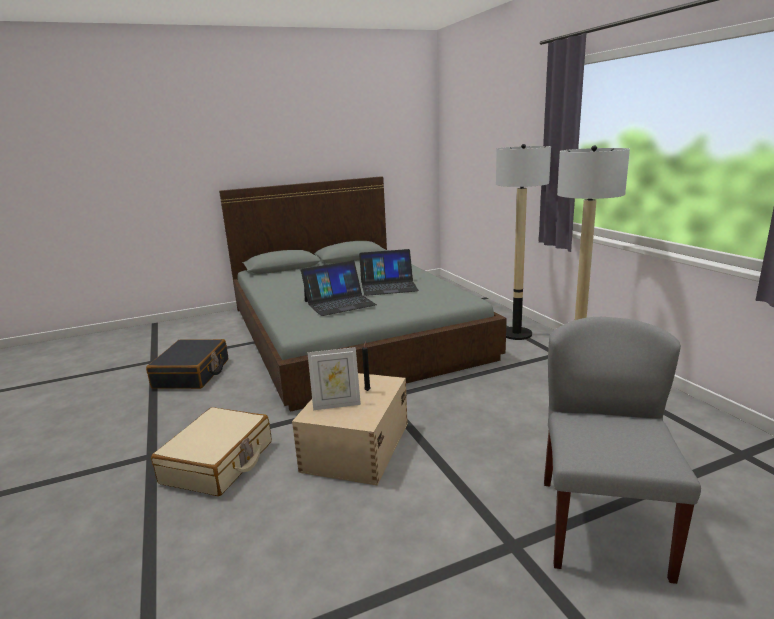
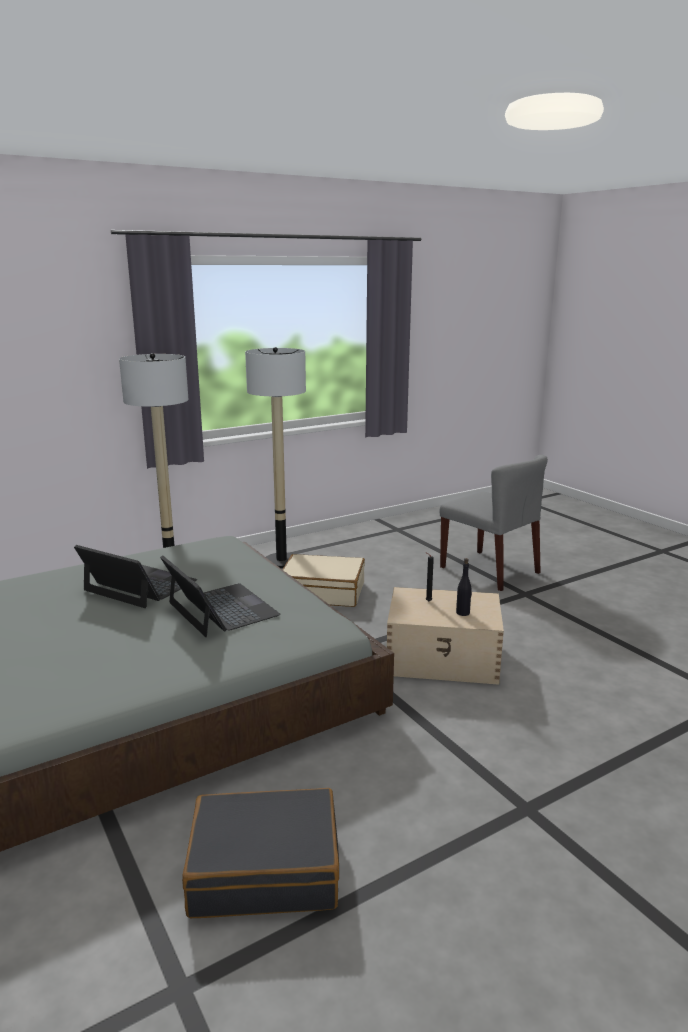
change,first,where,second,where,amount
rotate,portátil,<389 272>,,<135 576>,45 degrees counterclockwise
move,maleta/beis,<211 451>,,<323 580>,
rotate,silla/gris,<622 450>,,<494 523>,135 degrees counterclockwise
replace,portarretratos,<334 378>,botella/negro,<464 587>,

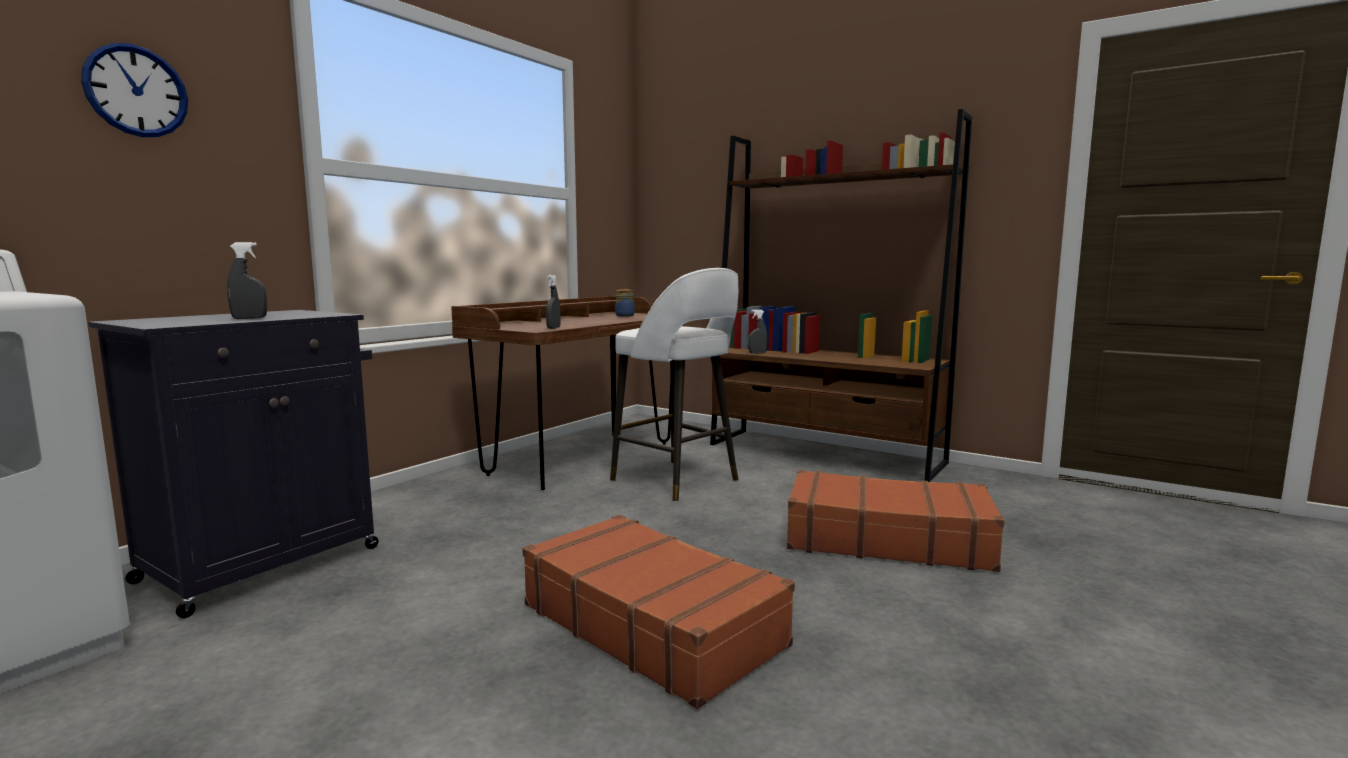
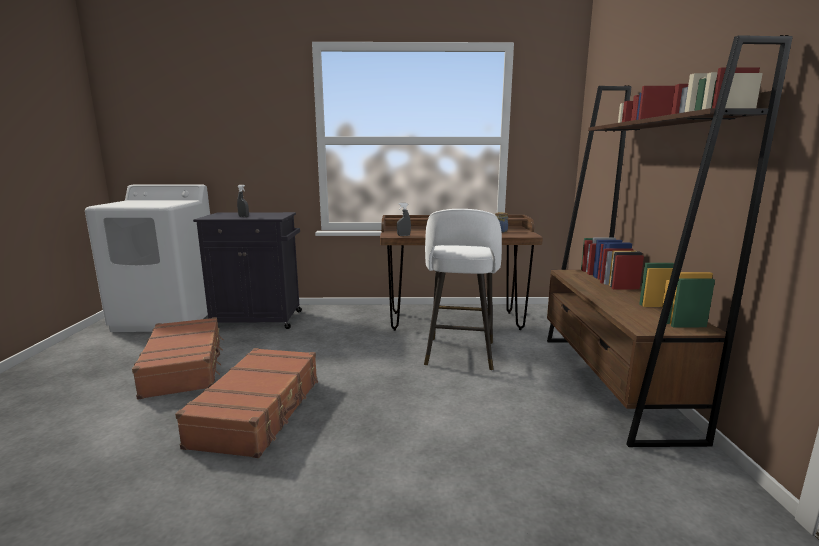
change,first,where,second,where,amount
move,maleta/marrón,<896 521>,,<178 358>,
delete,reloj de pared,<134 90>,,,
delete,pulverizador/gris,<758 331>,,,

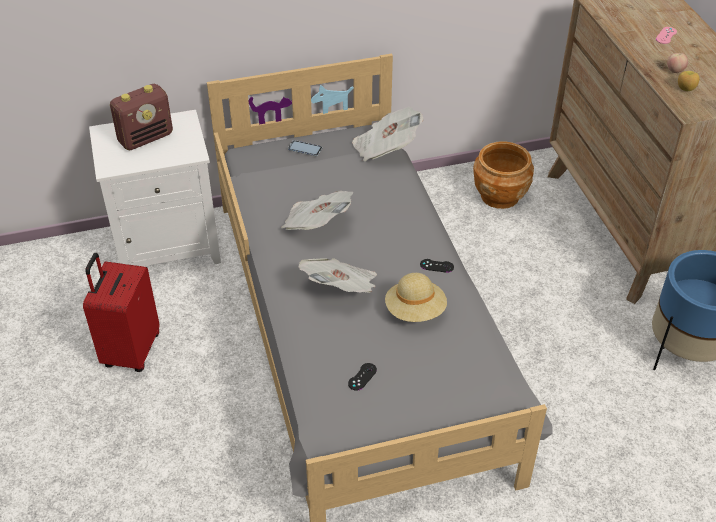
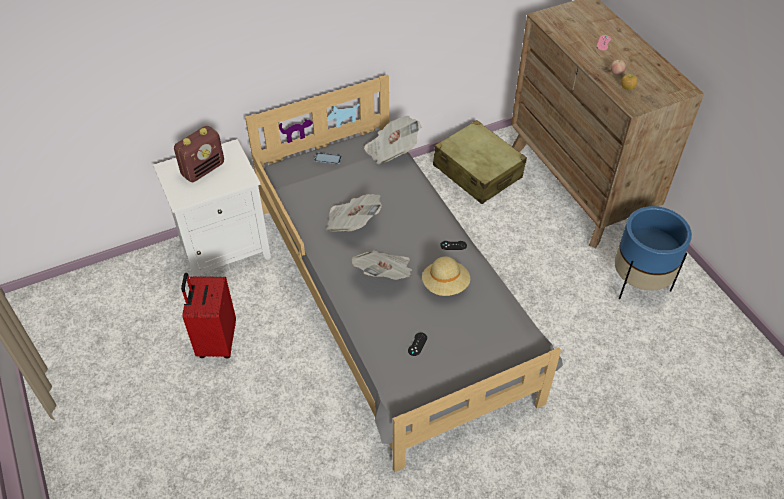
change,first,where,second,where,amount
replace,maceta/marrón,<503 175>,maleta/beis,<480 162>,

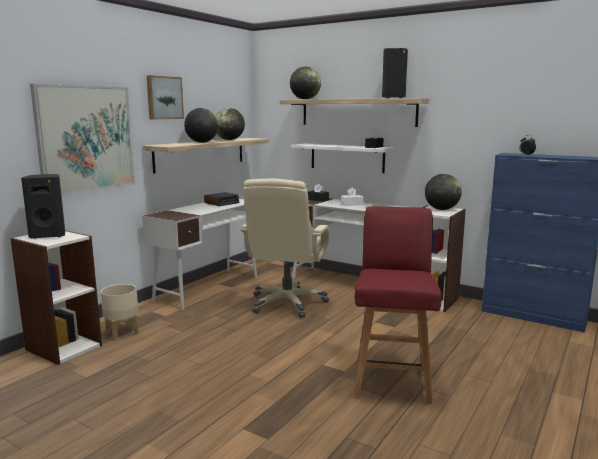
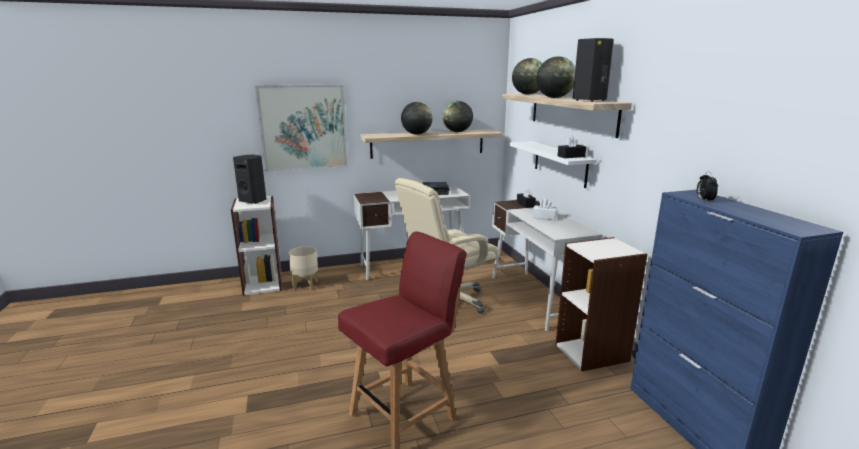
change,first,where,second,where,amount
move,globo terráqueo,<443 192>,,<555 77>,
delete,cuadro,<165 97>,,,

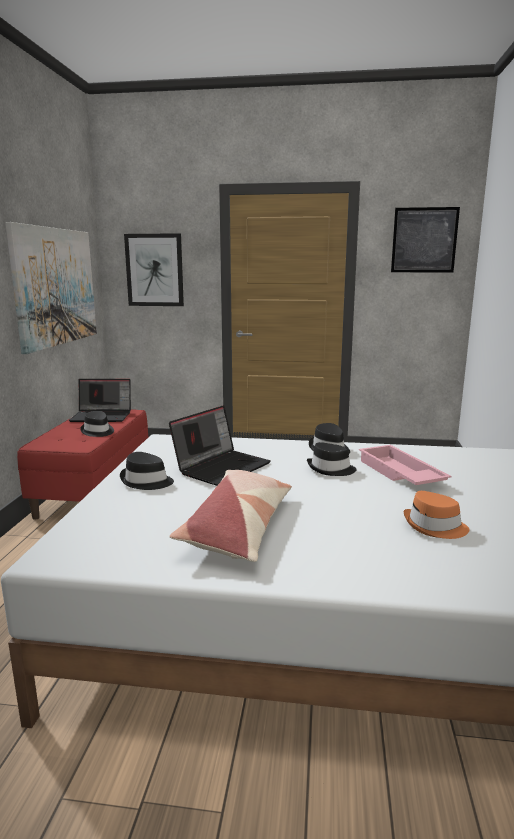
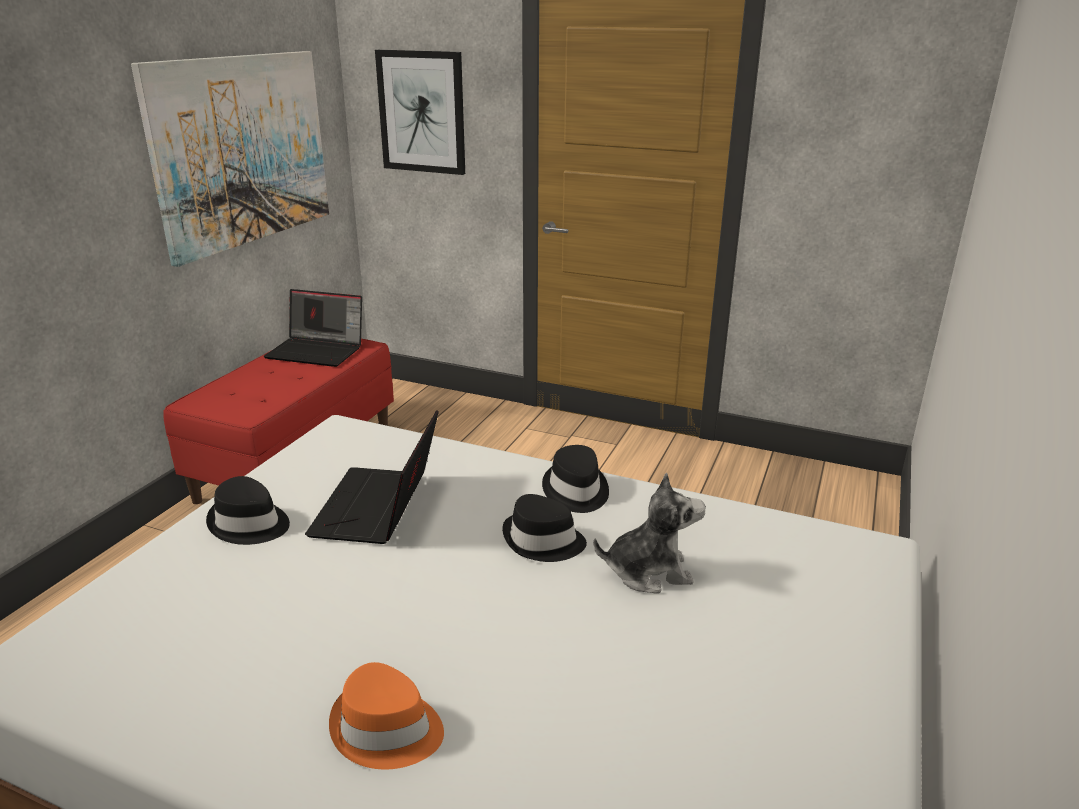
change,first,where,second,where,amount
rotate,portátil,<219 445>,,<372 477>,135 degrees clockwise
move,sombrero/naranja,<436 515>,,<386 715>,
replace,bandeja/rosa,<405 465>,peluche,<650 533>,
delete,sombrero/negro,<97 424>,,,
delete,cojín,<231 516>,,,
delete,cuadro,<425 239>,,,

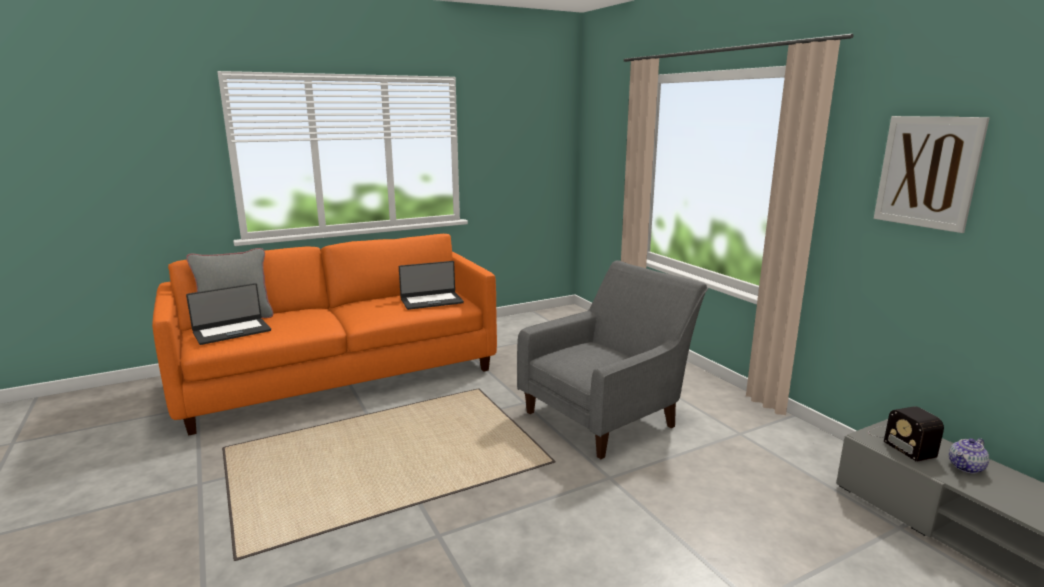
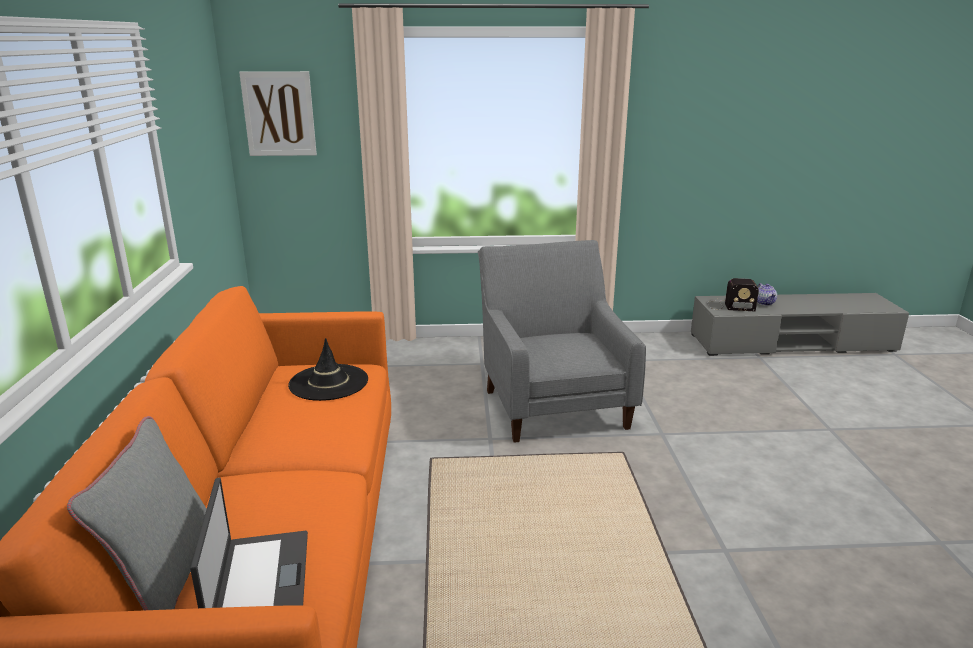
change,first,where,second,where,amount
move,cuadro,<932 174>,,<278 113>,
replace,portátil,<431 285>,sombrero/negro,<328 369>,

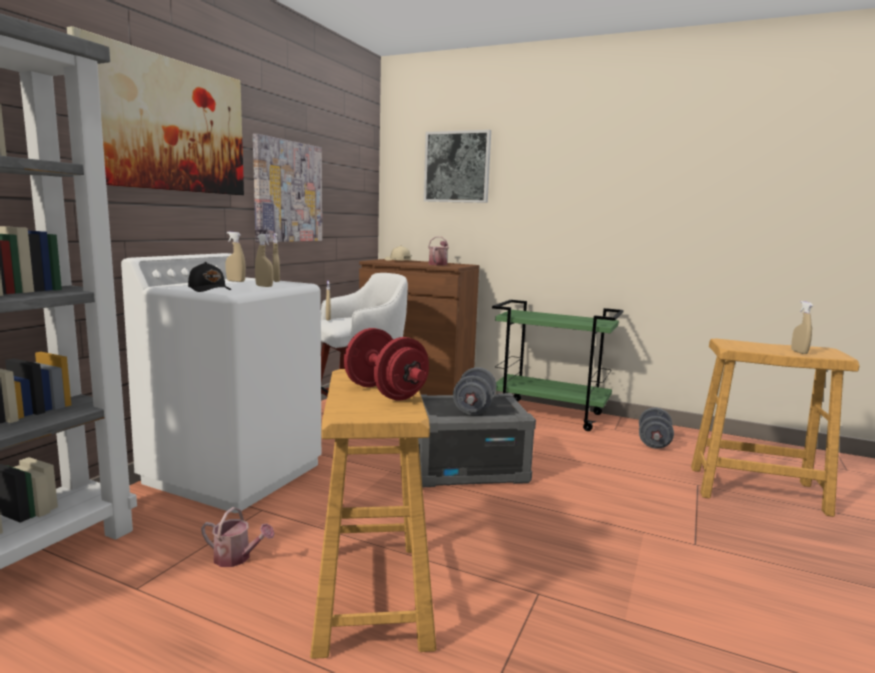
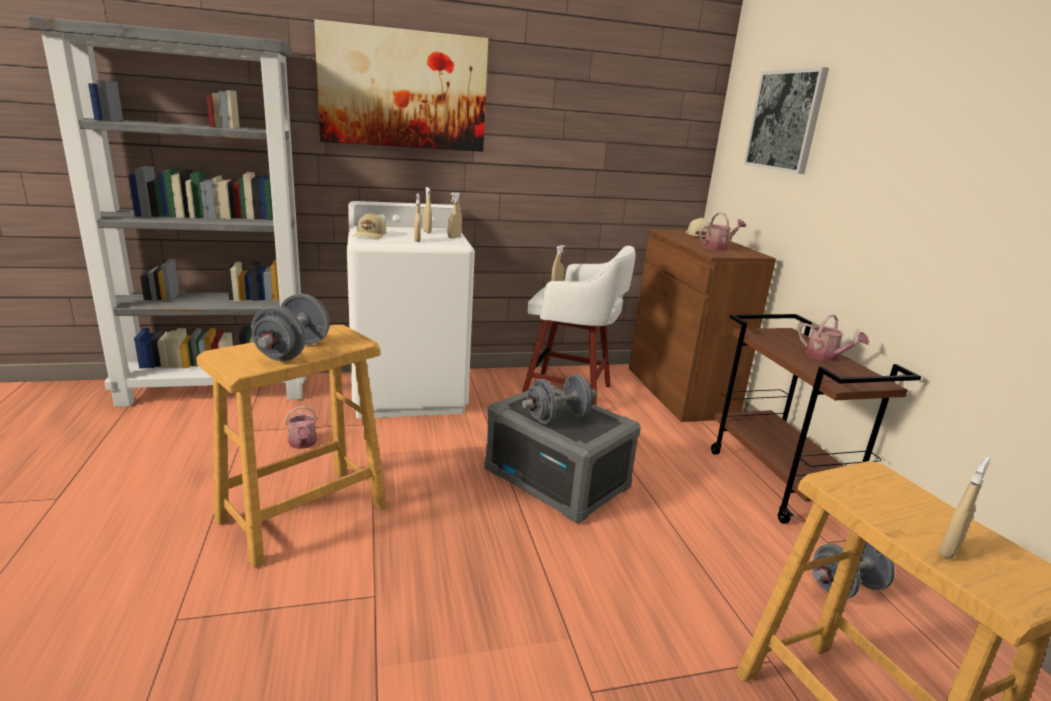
change,first,where,second,where,amount
recolor,mancuerna/rojo,<386 364>,mancuerna/gris,<290 327>,
recolor,gorra/negro,<209 277>,gorra/beis,<369 225>,
recolor,carrito/verde,<557 365>,carrito/marrón,<816 419>,
insert,,,regadera,<833 337>,
delete,cuadro,<287 188>,,,

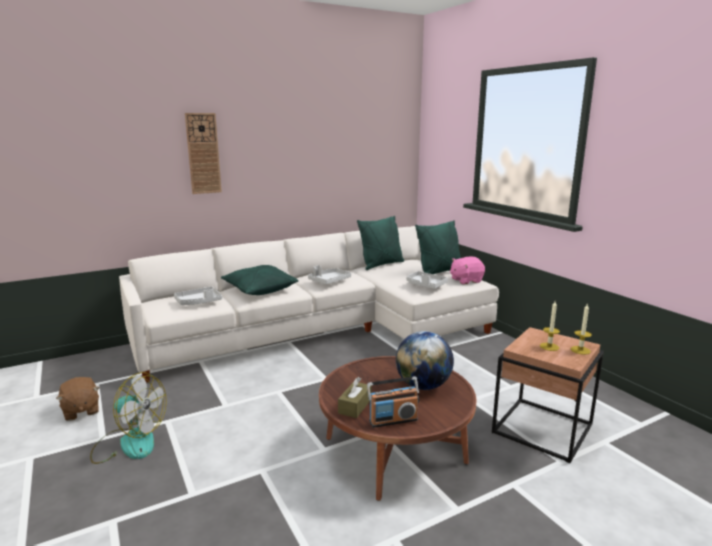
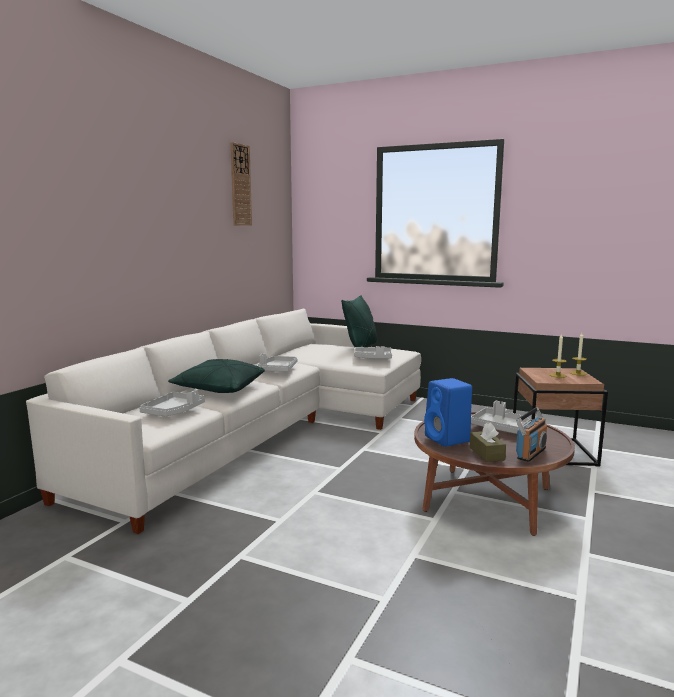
change,first,where,second,where,amount
move,reloj de pared,<203 153>,,<241 184>,
insert,,,altavoz/azul,<448 412>,
replace,globo terráqueo,<425 360>,bandeja/gris,<501 417>,
delete,peluche/marrón,<77 399>,,,
delete,ventilador,<128 418>,,,
delete,cojín/verde,<380 243>,,,
delete,peluche/rosa,<467 271>,,,

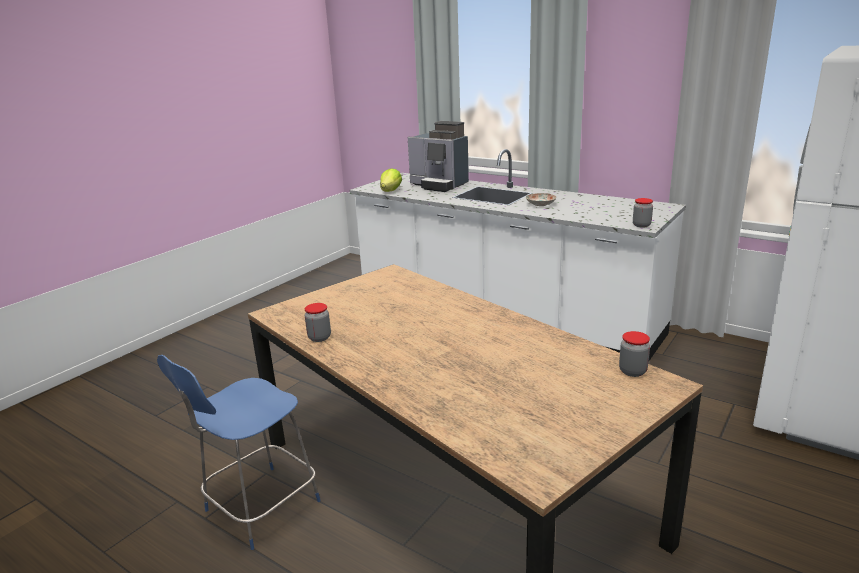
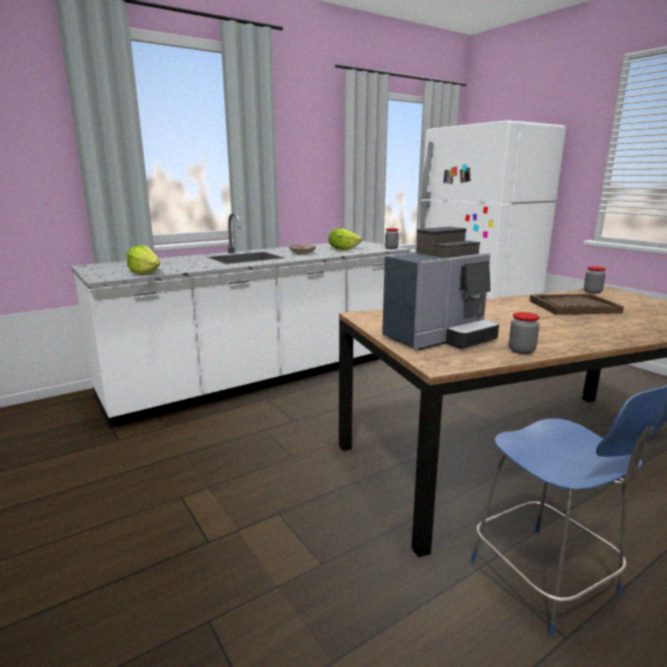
change,first,where,second,where,amount
insert,,,lechuga,<345 239>,
move,cafetera,<438 156>,,<440 288>,
insert,,,bandeja/marrón,<577 304>,

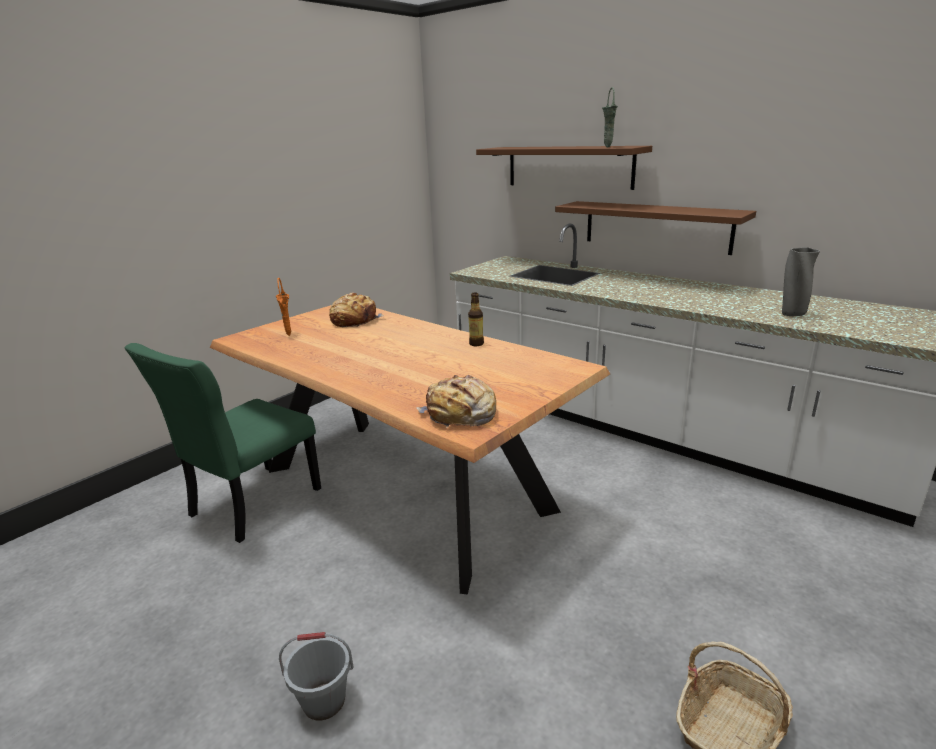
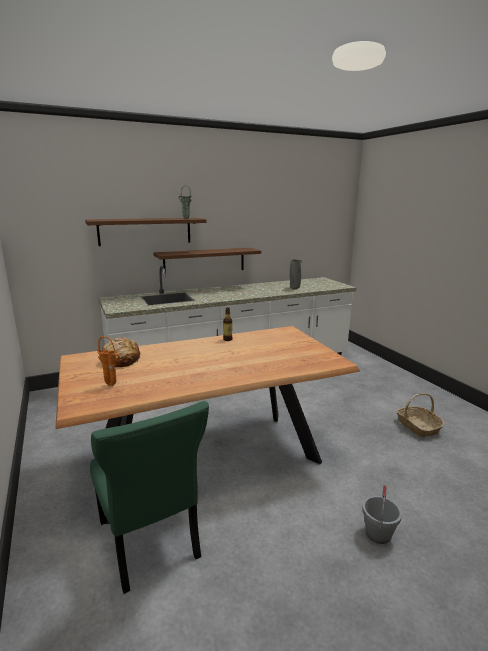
change,first,where,second,where,amount
delete,pan,<456 401>,,,

